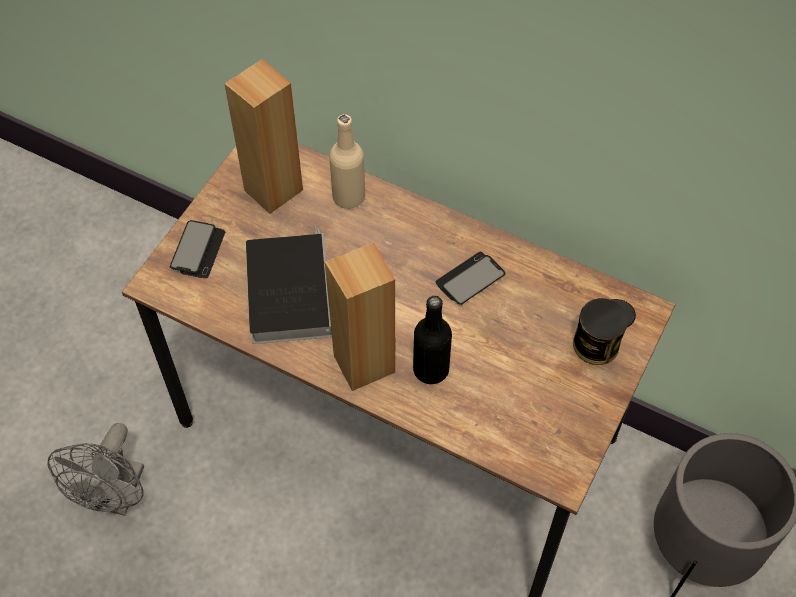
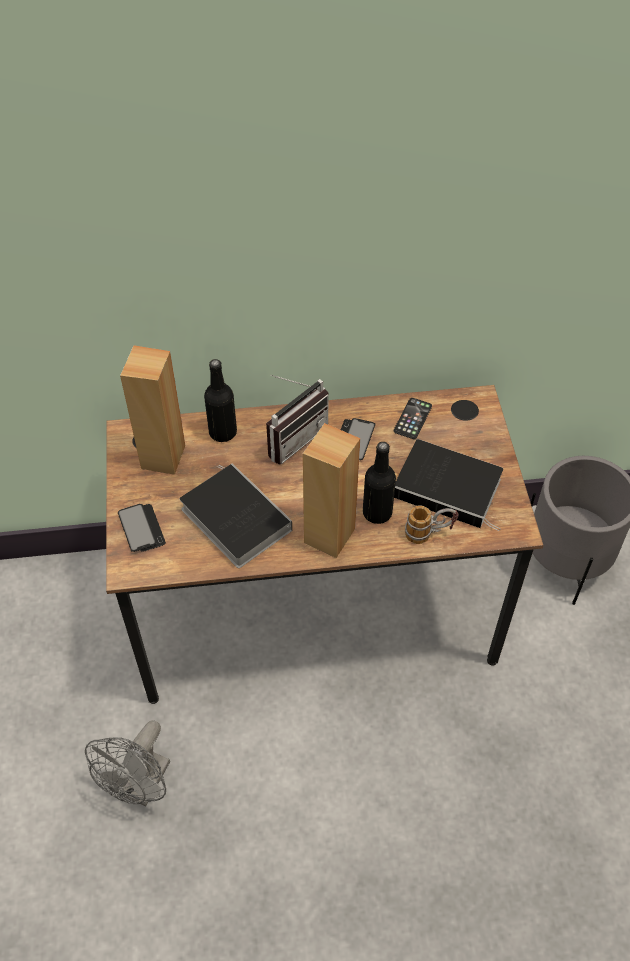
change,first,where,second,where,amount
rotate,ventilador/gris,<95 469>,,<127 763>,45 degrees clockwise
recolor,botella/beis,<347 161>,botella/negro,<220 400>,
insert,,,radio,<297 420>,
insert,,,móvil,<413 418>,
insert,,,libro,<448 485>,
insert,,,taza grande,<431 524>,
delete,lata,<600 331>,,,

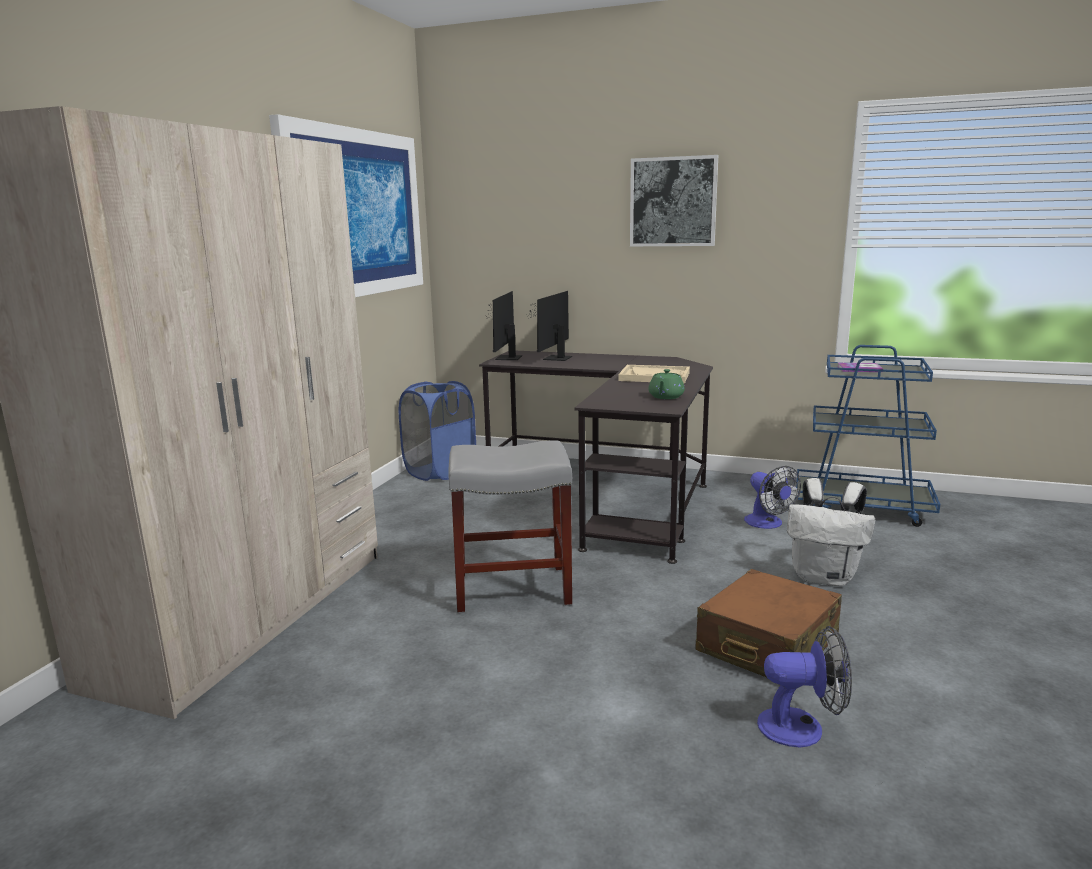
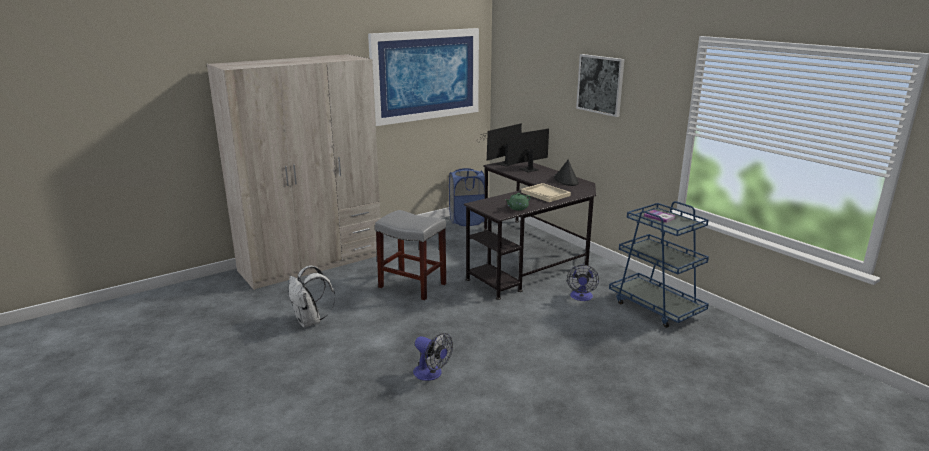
change,first,where,second,where,amount
move,mochila/blanco,<831 532>,,<312 296>,
insert,,,sombrero/negro,<566 173>,
delete,maleta/marrón,<769 623>,,,

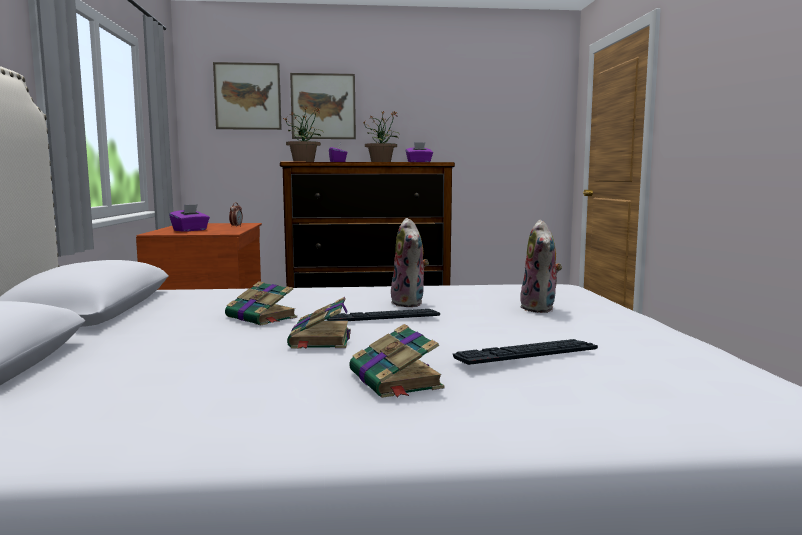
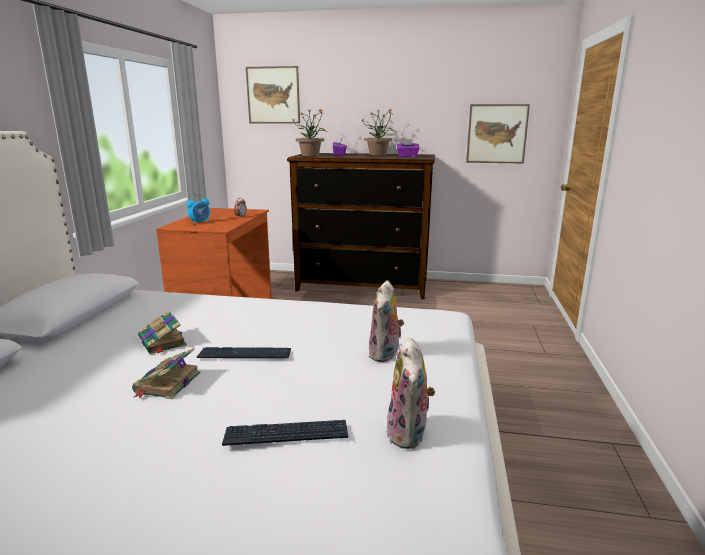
change,first,where,second,where,amount
replace,caja de pañuelos/morado,<189 218>,despertador,<198 210>,
move,peluche,<410 262>,,<410 393>,
move,cuadro,<323 106>,,<498 133>,
delete,libro,<397 361>,,,

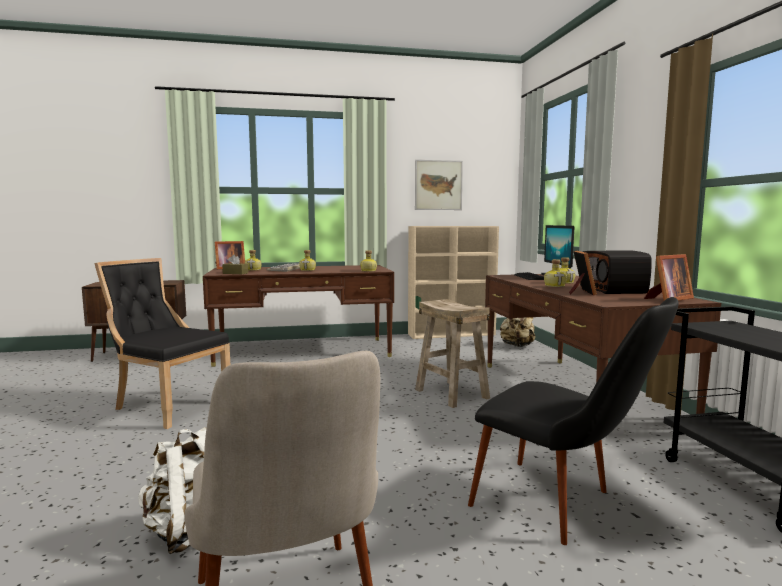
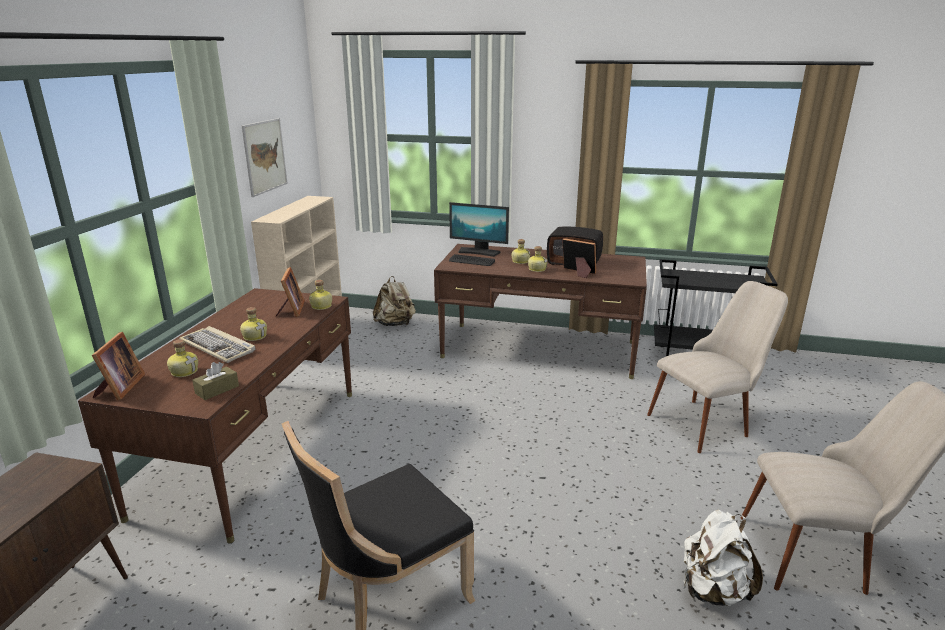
change,first,where,second,where,amount
move,portarretratos,<669 277>,,<290 292>,
recolor,silla/negro,<573 421>,silla/beis,<717 367>,
delete,taburete/beis,<452 353>,,,

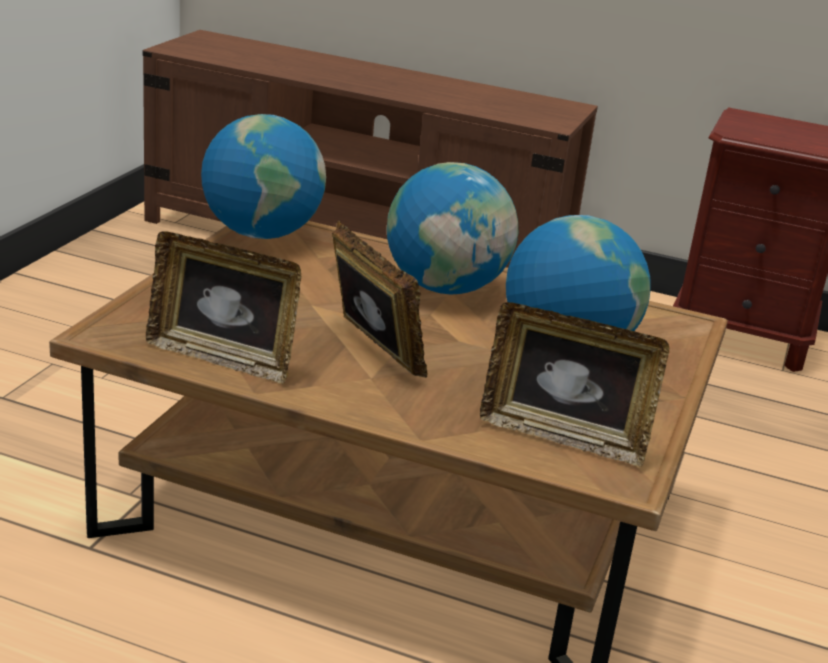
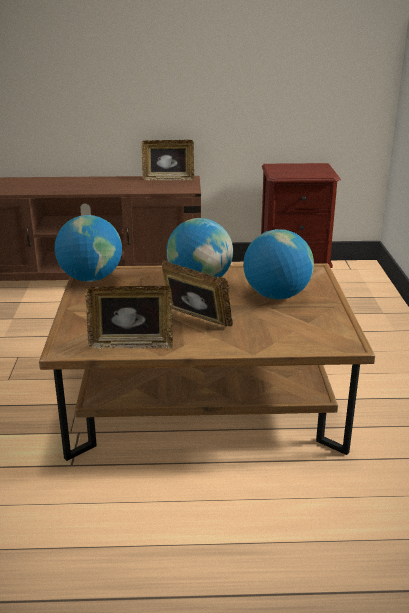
change,first,where,second,where,amount
move,portarretratos,<574 384>,,<167 160>,

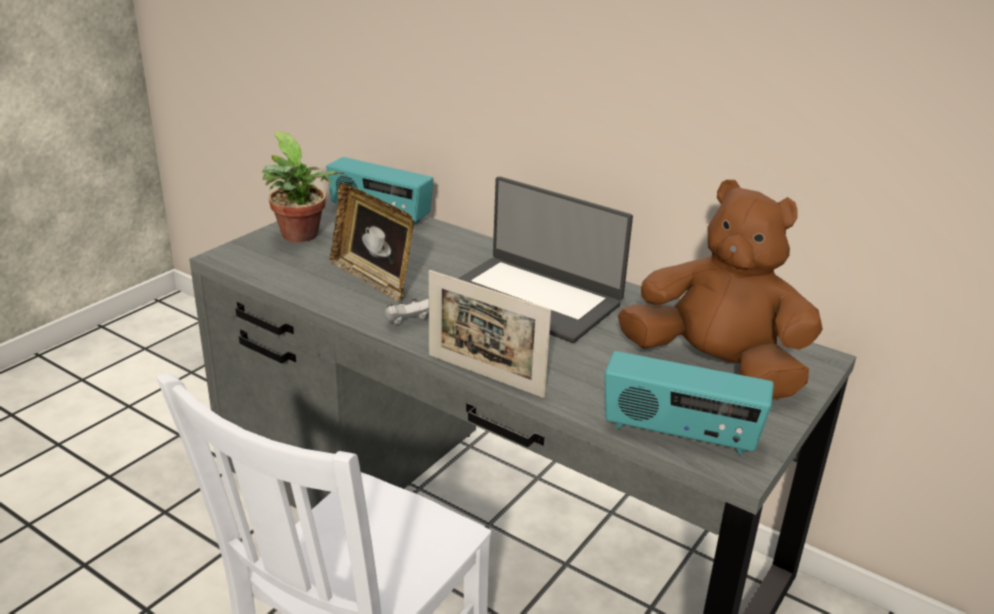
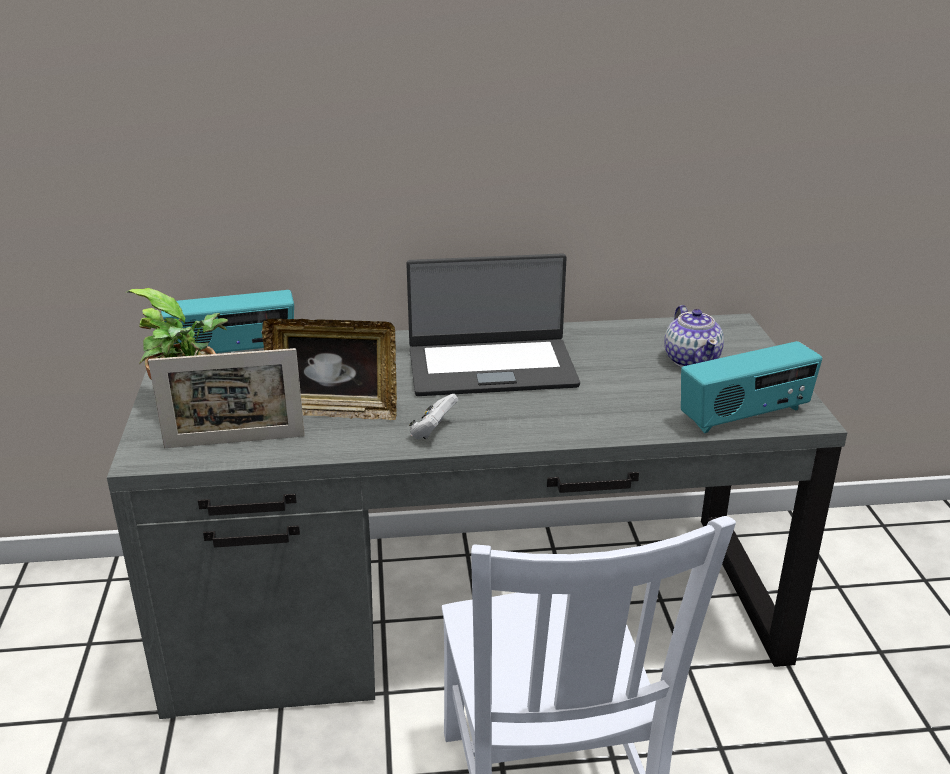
change,first,where,second,where,amount
move,portarretratos,<490 334>,,<226 398>,
replace,peluche/marrón,<720 290>,tetera,<694 336>,

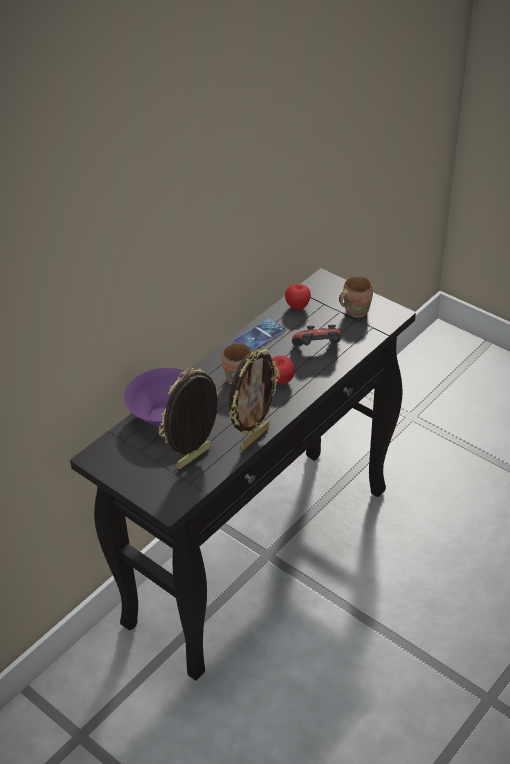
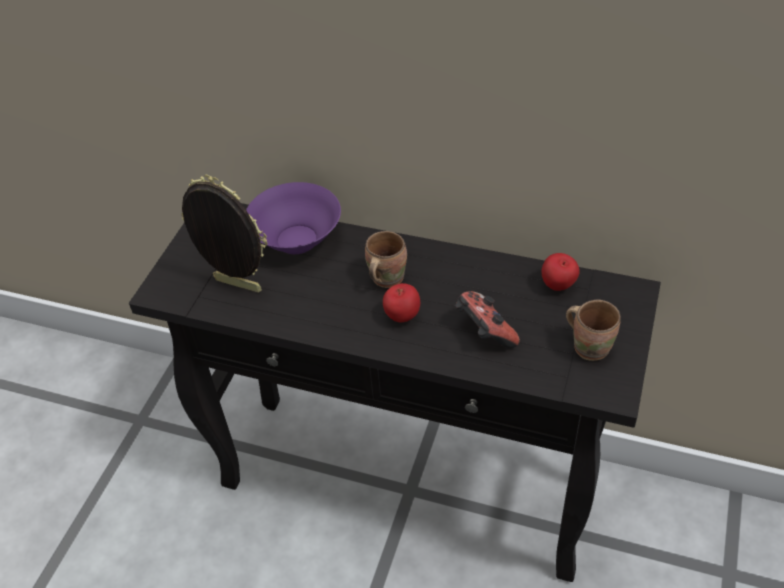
change,first,where,second,where,amount
delete,portarretratos,<254 399>,,,
delete,móvil,<259 335>,,,

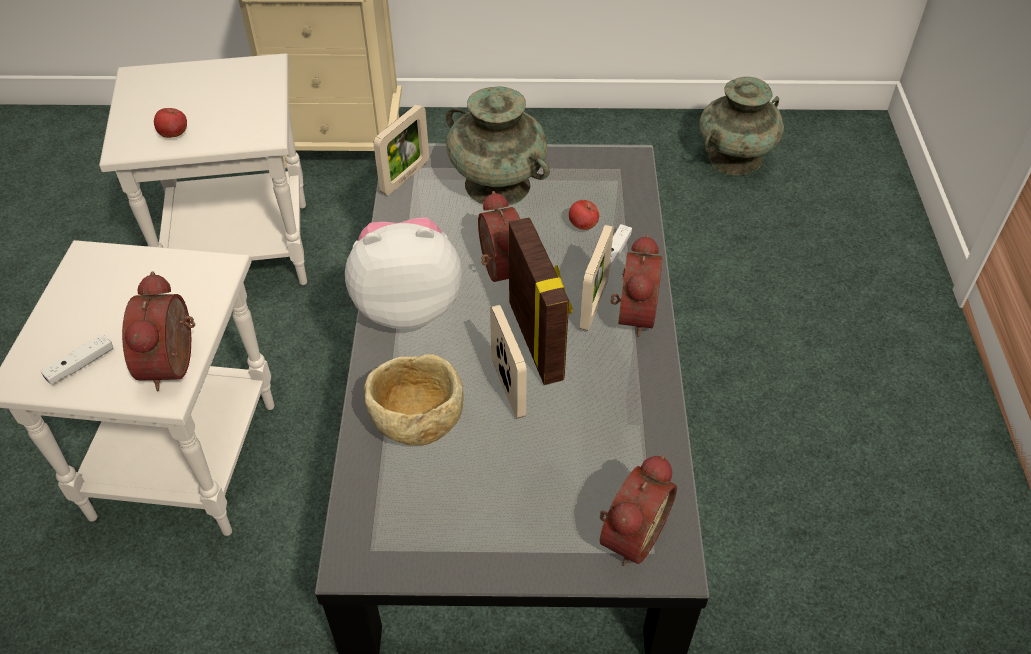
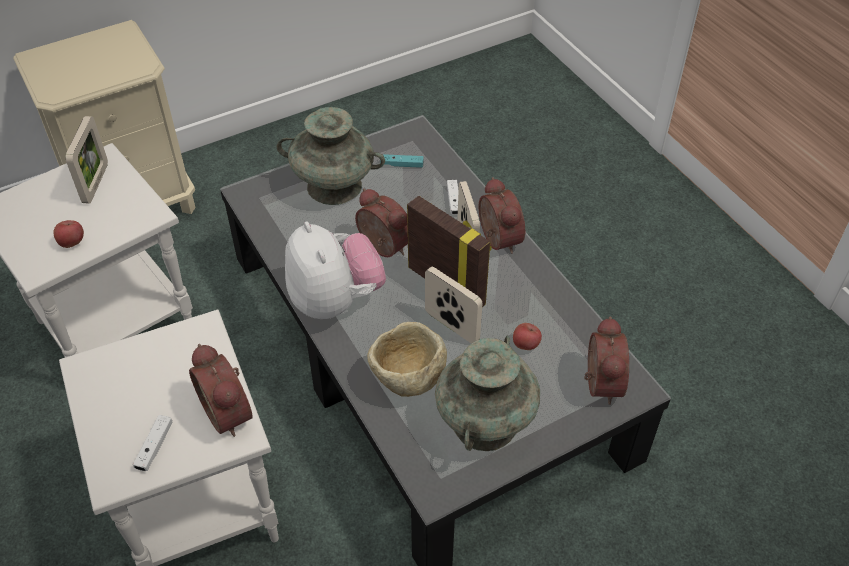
change,first,where,second,where,amount
move,portarretratos,<401 149>,,<87 160>,
rotate,peluche,<403 273>,,<335 270>,105 degrees clockwise
insert,,,mando de consola/turquesa,<402 161>,
move,florero/turquesa,<742 126>,,<487 393>,
move,manzana,<584 215>,,<527 336>,

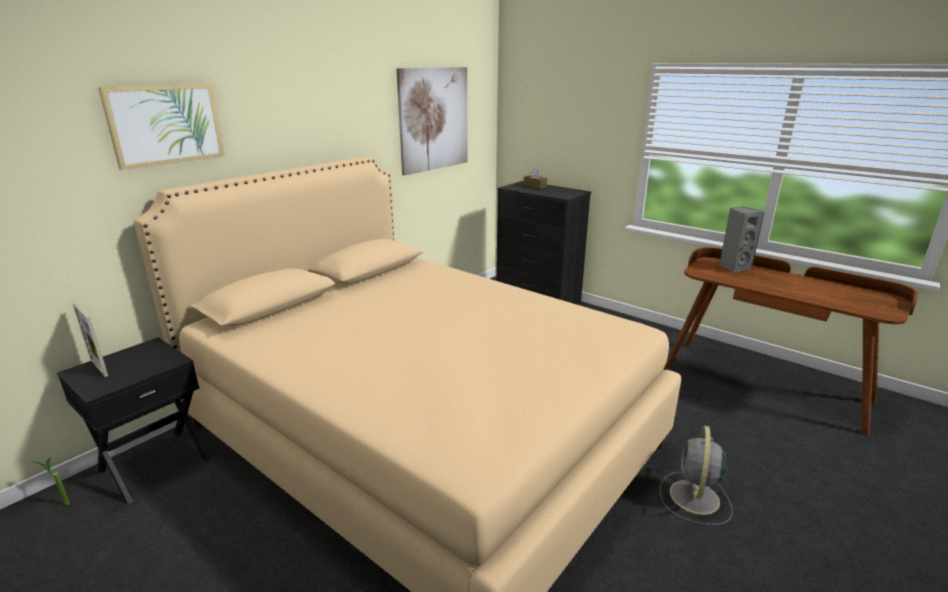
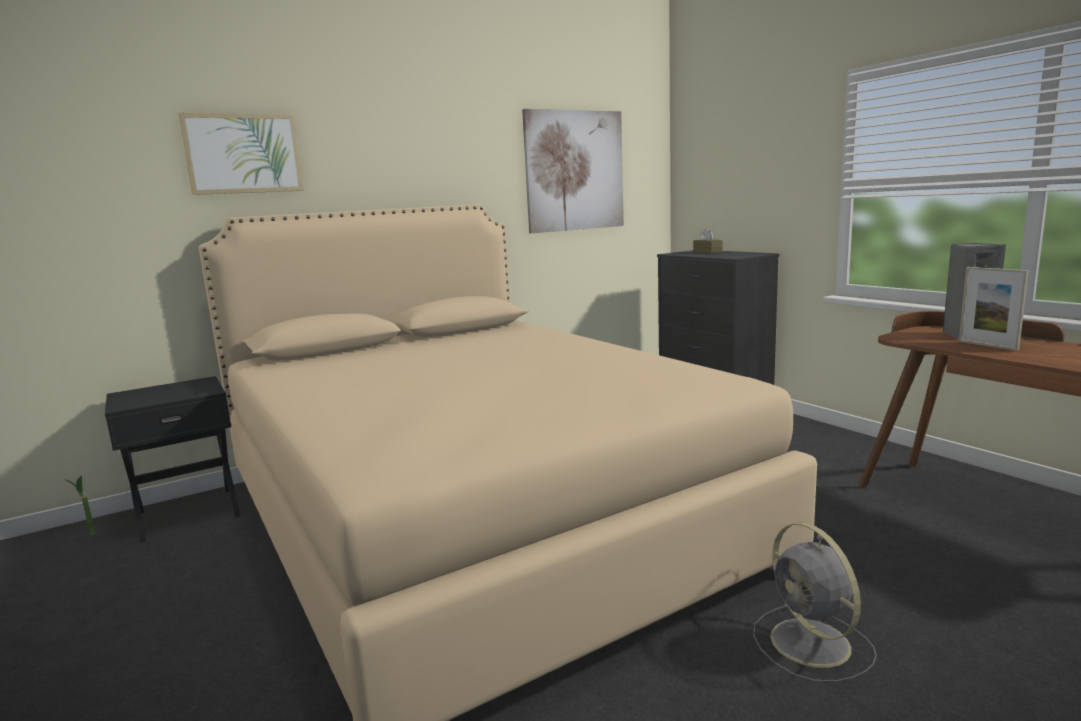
change,first,where,second,where,amount
rotate,ventilador/gris,<696 475>,,<815 602>,60 degrees counterclockwise
move,portarretratos,<90 340>,,<994 309>,

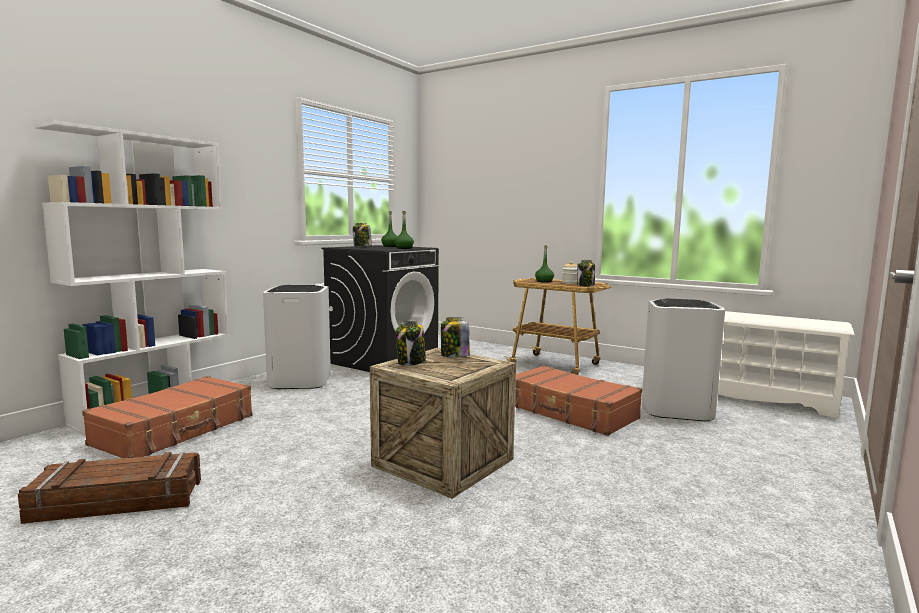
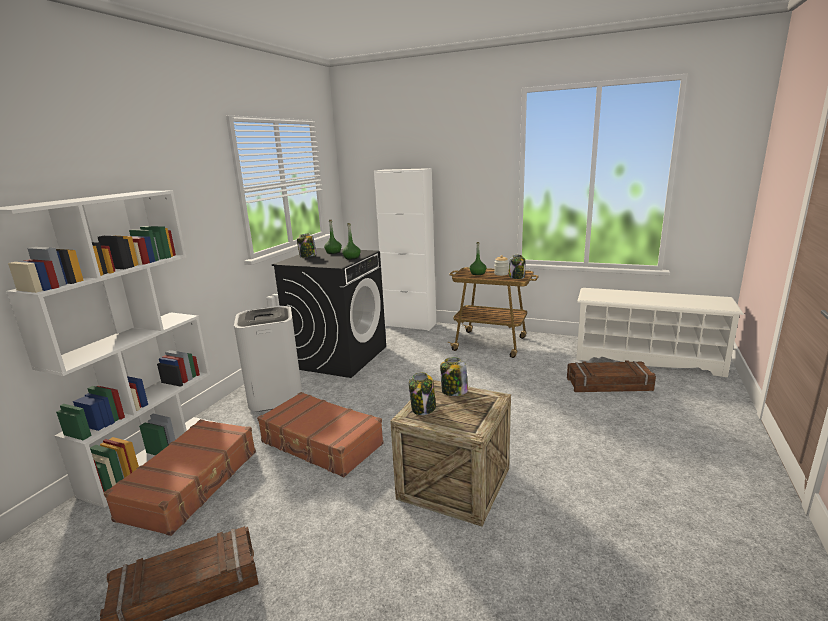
change,first,where,second,where,amount
move,maleta/marrón,<578 400>,,<320 434>,
insert,,,armario/blanco,<405 249>,
replace,papelera/blanco,<683 360>,caja de embalaje,<611 376>,

